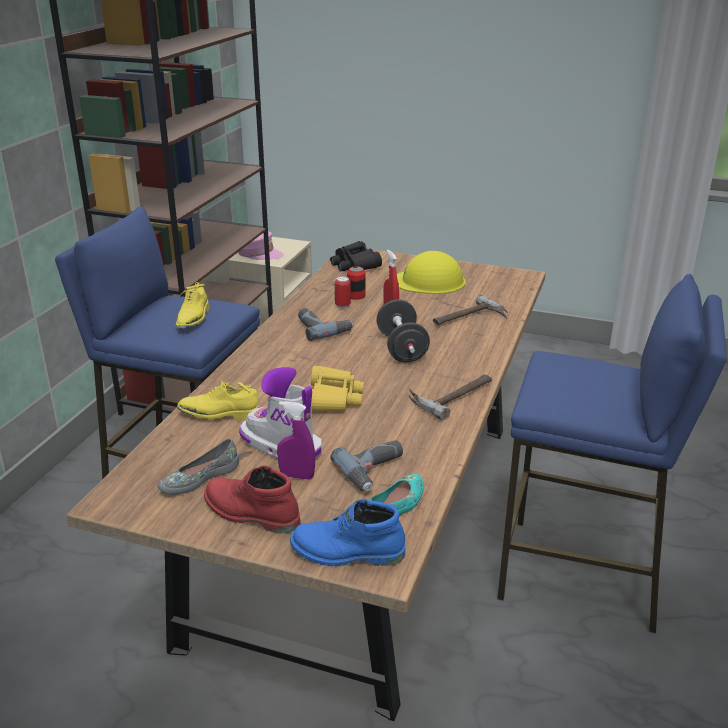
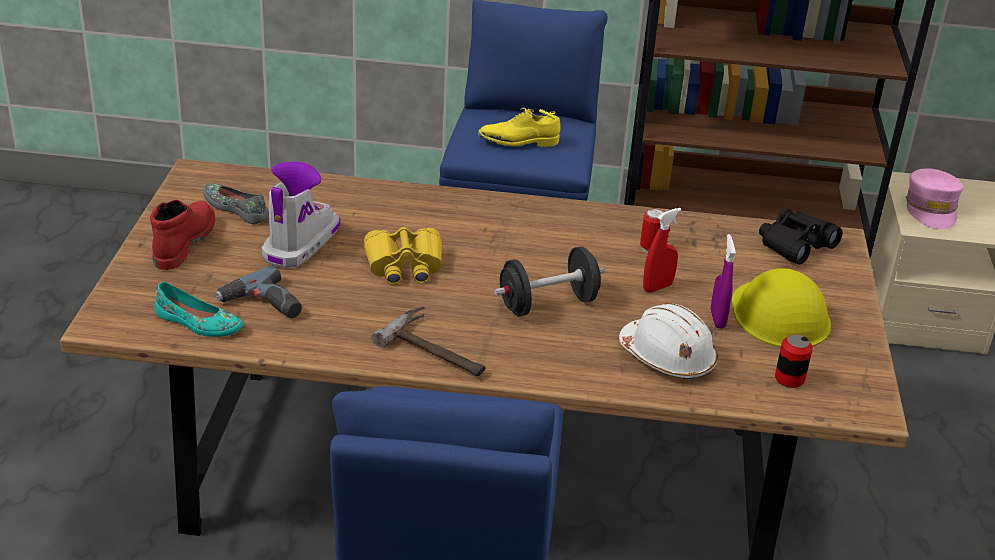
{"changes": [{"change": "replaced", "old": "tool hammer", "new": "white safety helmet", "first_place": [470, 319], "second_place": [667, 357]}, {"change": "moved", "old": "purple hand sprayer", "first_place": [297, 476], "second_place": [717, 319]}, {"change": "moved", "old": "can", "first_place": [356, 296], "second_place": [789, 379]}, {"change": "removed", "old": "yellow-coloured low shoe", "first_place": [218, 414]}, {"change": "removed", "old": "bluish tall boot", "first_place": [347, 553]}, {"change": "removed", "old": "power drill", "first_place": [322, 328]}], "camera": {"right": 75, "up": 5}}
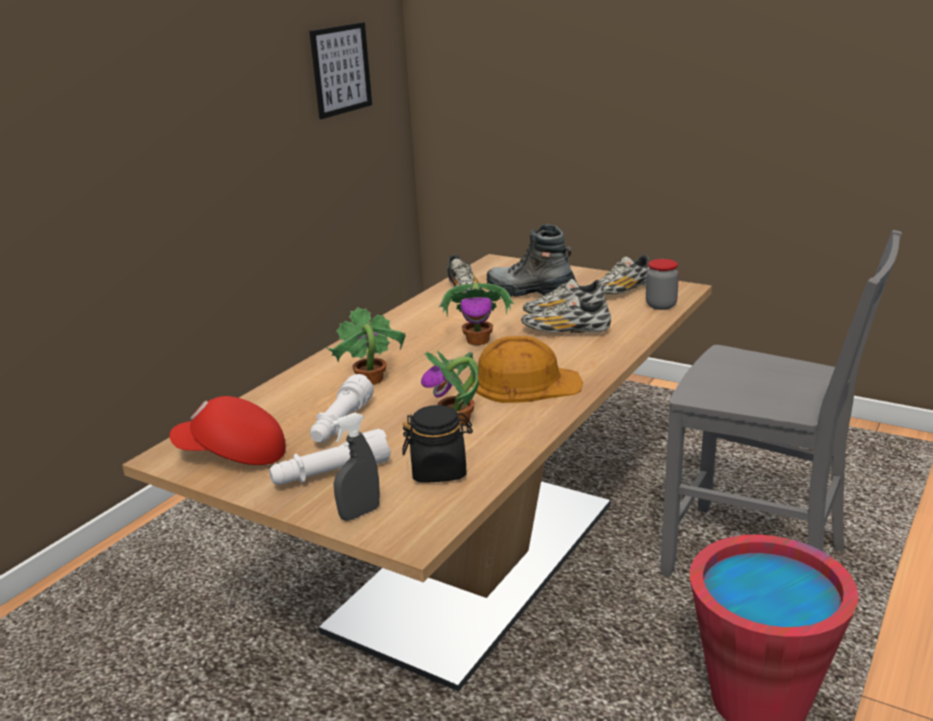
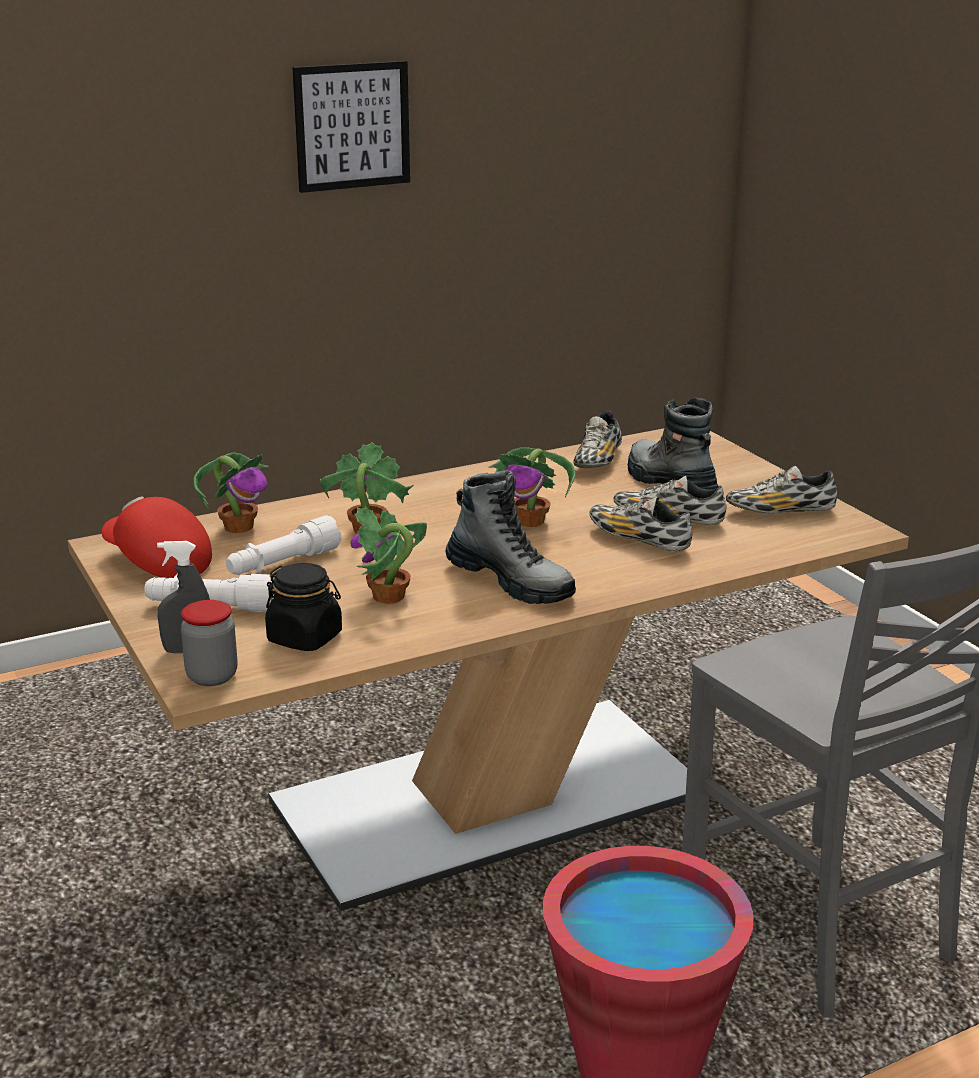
{"changes": [{"change": "moved", "old": "storage jar", "first_place": [661, 305], "second_place": [212, 676]}, {"change": "added", "new": "potted plant", "second_place": [239, 527]}, {"change": "moved", "old": "picture", "first_place": [341, 69], "second_place": [352, 126]}, {"change": "replaced", "old": "orange safety helmet", "new": "tall boot", "first_place": [525, 383], "second_place": [510, 581]}], "camera": {"right": 30, "up": 0}}
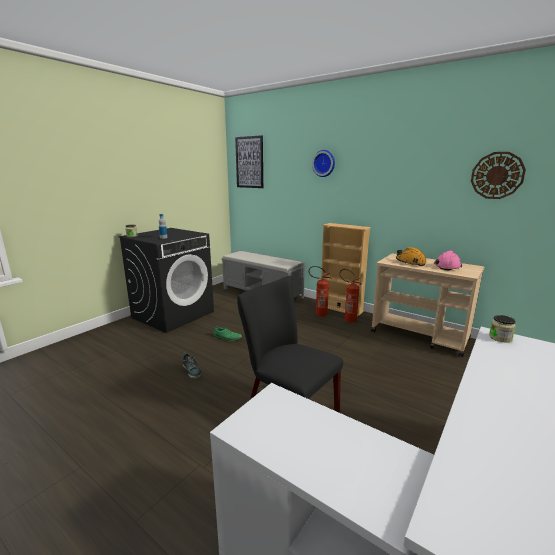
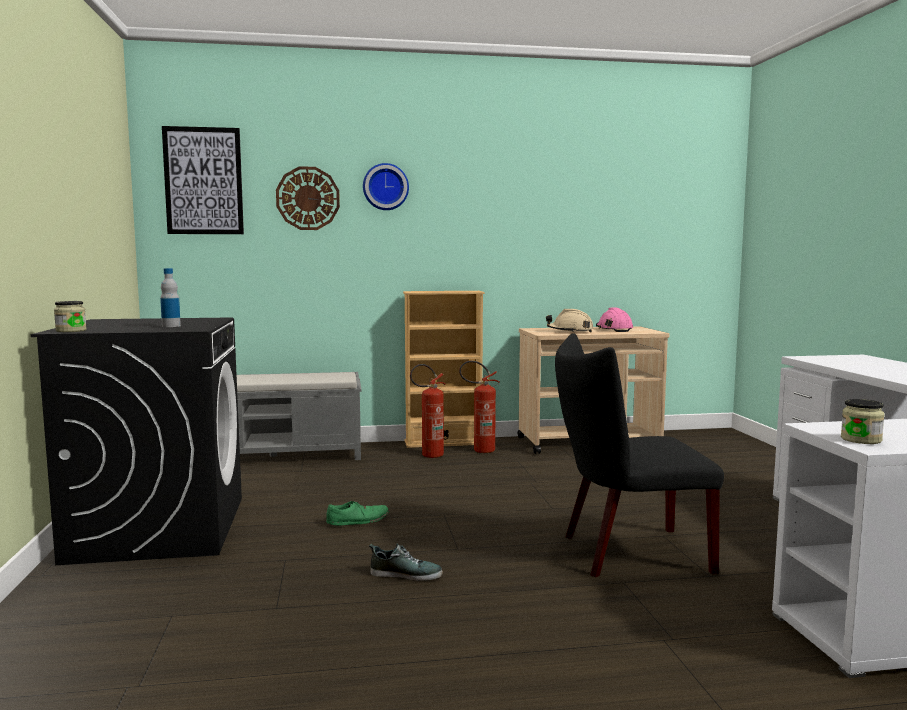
{"changes": [{"change": "moved", "old": "wall clock", "first_place": [497, 175], "second_place": [308, 198]}, {"change": "recoloured", "old": "orange safety helmet", "new": "beige safety helmet", "first_place": [410, 262], "second_place": [570, 331]}, {"change": "moved", "old": "storage jar", "first_place": [500, 338], "second_place": [861, 439]}], "camera": {"right": -45, "up": -10}}
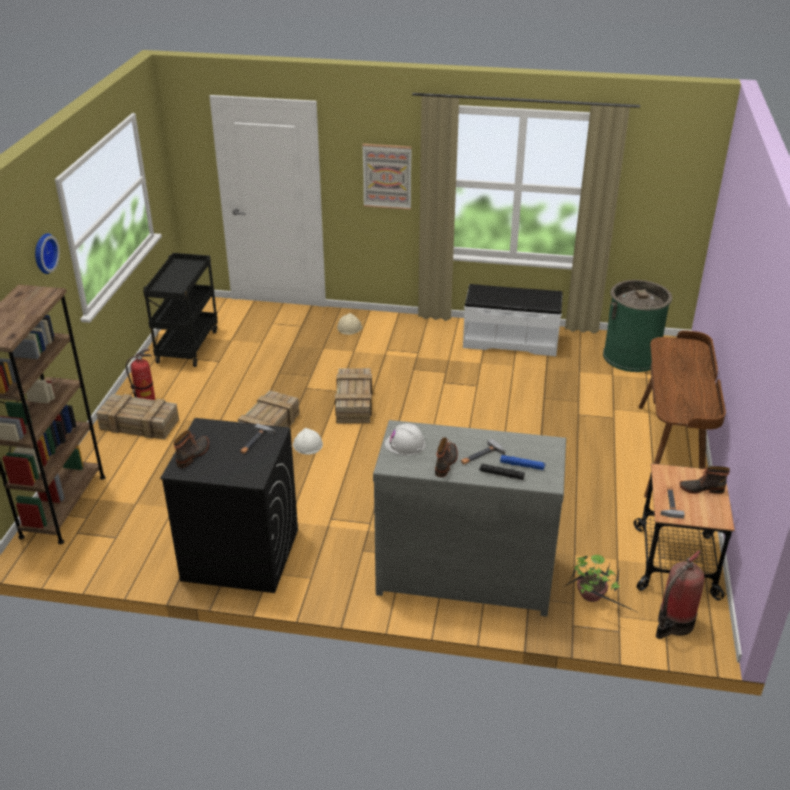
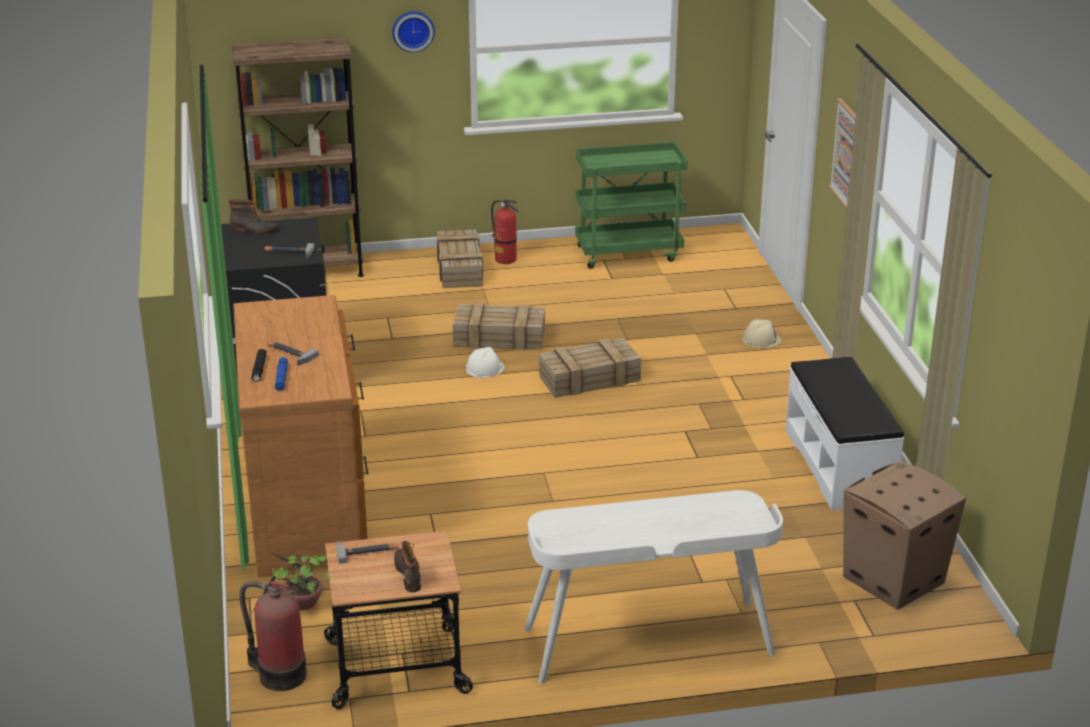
{"changes": [{"change": "recoloured", "old": "gray drawer chest", "new": "brown-coloured drawer chest", "first_place": [464, 573], "second_place": [308, 510]}, {"change": "recoloured", "old": "brown-coloured desk", "new": "white desk", "first_place": [670, 452], "second_place": [648, 643]}, {"change": "recoloured", "old": "black-coloured cart", "new": "green-coloured cart", "first_place": [187, 345], "second_place": [629, 253]}, {"change": "replaced", "old": "green-coloured trash can", "new": "cardboard box", "first_place": [631, 356], "second_place": [892, 580]}, {"change": "removed", "old": "white safety helmet", "first_place": [405, 444]}, {"change": "removed", "old": "tall boot", "first_place": [446, 462]}], "camera": {"right": 70, "up": -5}}
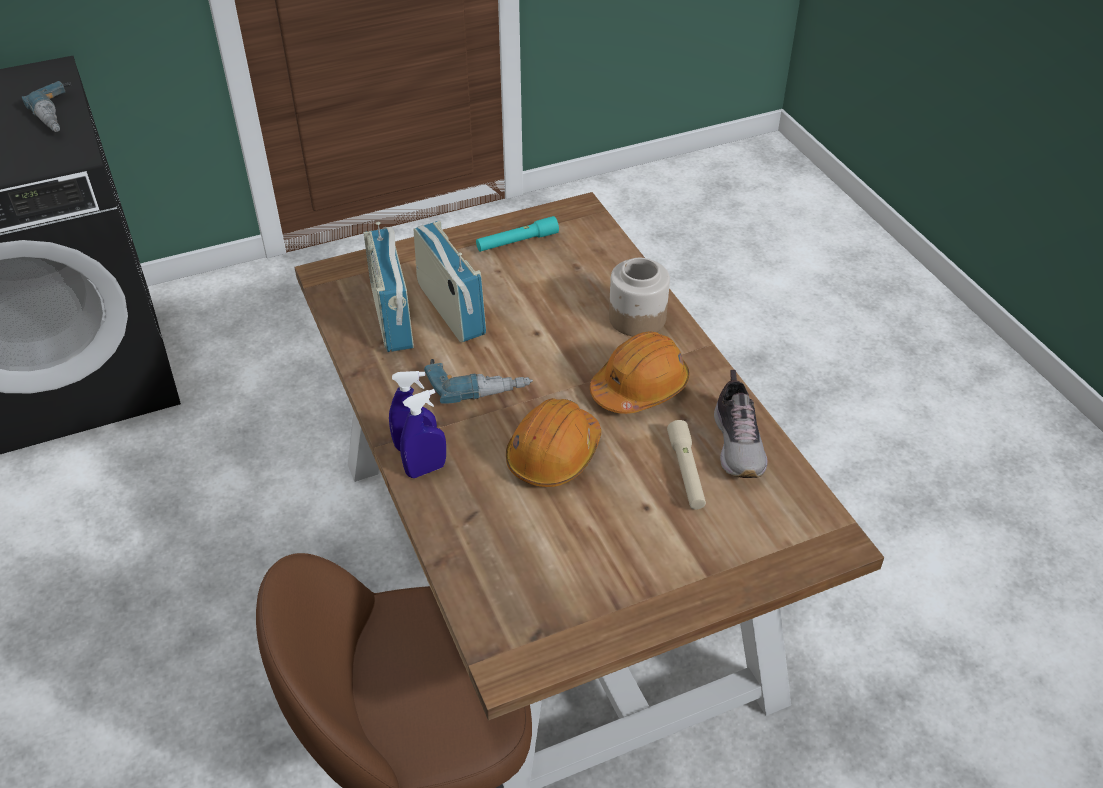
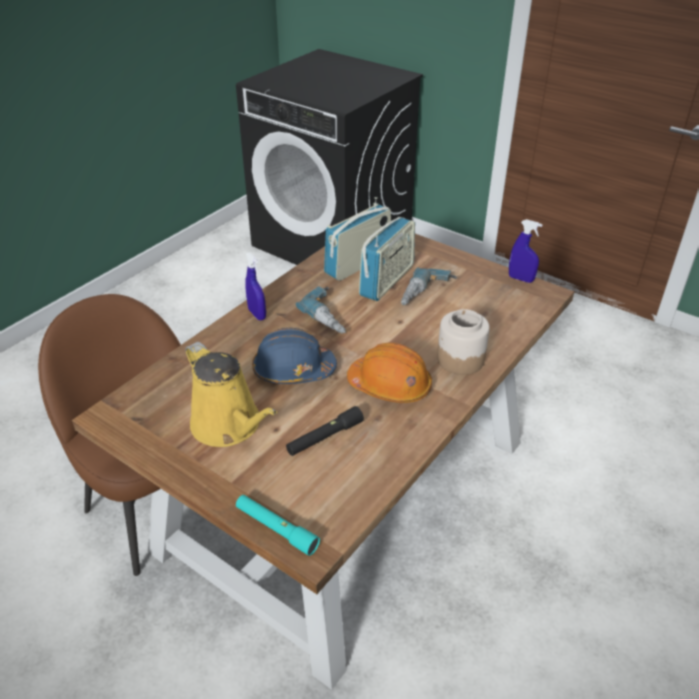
{"changes": [{"change": "added", "new": "yellow-coloured sprinkling can", "second_place": [229, 426]}, {"change": "moved", "old": "blue-green flashlight", "first_place": [517, 241], "second_place": [276, 529]}, {"change": "recoloured", "old": "orange safety helmet", "new": "bluish safety helmet", "first_place": [553, 454], "second_place": [293, 370]}, {"change": "recoloured", "old": "beige flashlight", "new": "black-coloured flashlight", "first_place": [686, 471], "second_place": [325, 437]}, {"change": "moved", "old": "power drill", "first_place": [61, 115], "second_place": [427, 295]}, {"change": "moved", "old": "bluish hand sprayer", "first_place": [426, 469], "second_place": [520, 279]}, {"change": "removed", "old": "low shoe", "first_place": [739, 444]}], "camera": {"right": 60, "up": -5}}
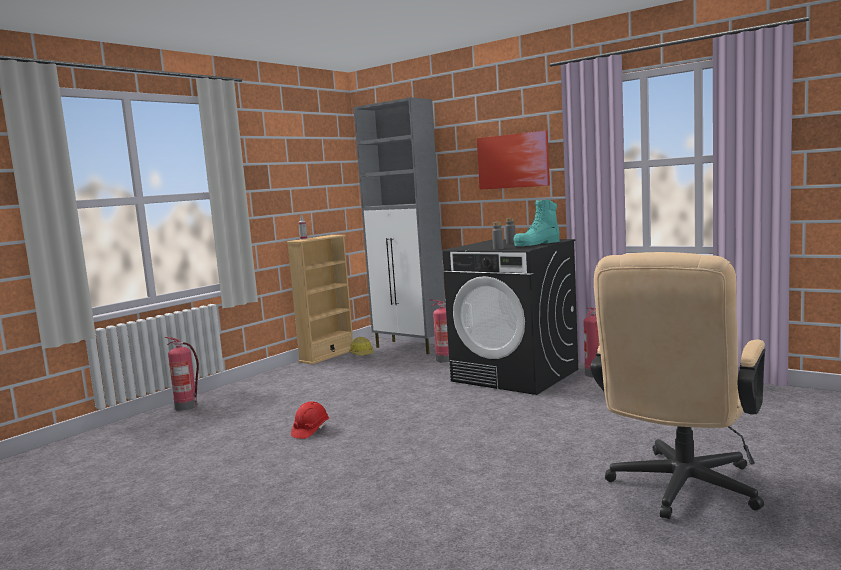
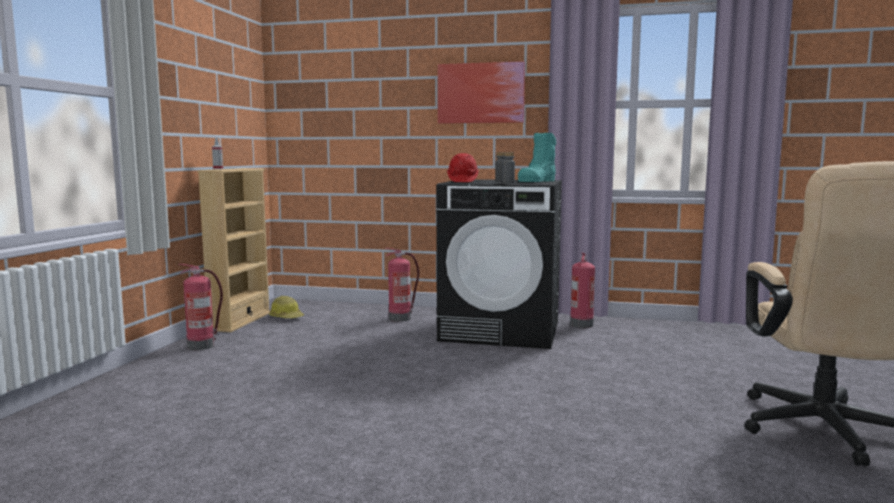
{"changes": [{"change": "moved", "old": "fire extinguisher", "first_place": [187, 406], "second_place": [202, 346]}, {"change": "moved", "old": "red safety helmet", "first_place": [310, 431], "second_place": [462, 181]}, {"change": "removed", "old": "gray storage cabinet", "first_place": [410, 347]}], "camera": {"right": -25, "up": 0}}
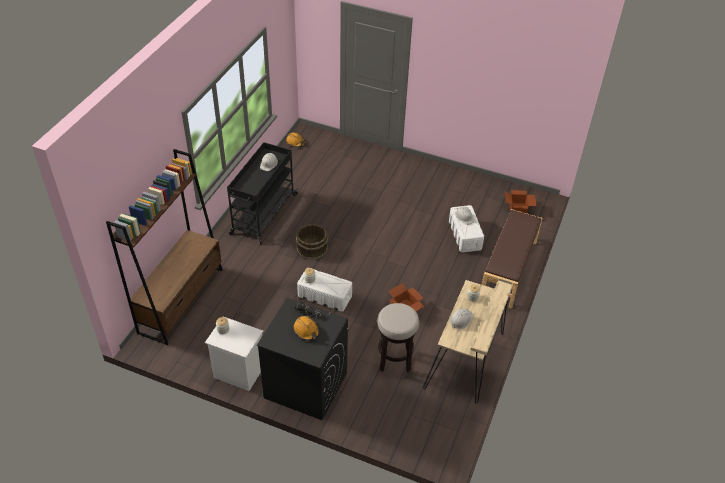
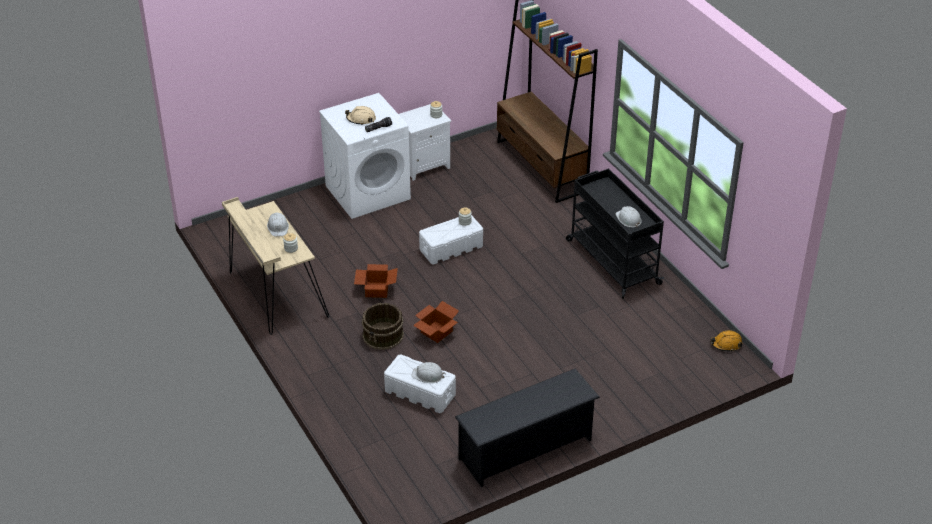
{"changes": [{"change": "recoloured", "old": "black-coloured washing machine", "new": "white washing machine", "first_place": [305, 385], "second_place": [368, 192]}, {"change": "recoloured", "old": "orange safety helmet", "new": "beige safety helmet", "first_place": [306, 330], "second_place": [361, 119]}, {"change": "moved", "old": "brown-coloured pail", "first_place": [312, 248], "second_place": [383, 335]}, {"change": "moved", "old": "cardboard box", "first_place": [518, 209], "second_place": [435, 332]}, {"change": "added", "new": "black-coloured shoe shelf", "second_place": [526, 449]}, {"change": "removed", "old": "stool seat", "first_place": [394, 359]}, {"change": "removed", "old": "brown-coloured bench", "first_place": [509, 269]}], "camera": {"right": 130, "up": -5}}
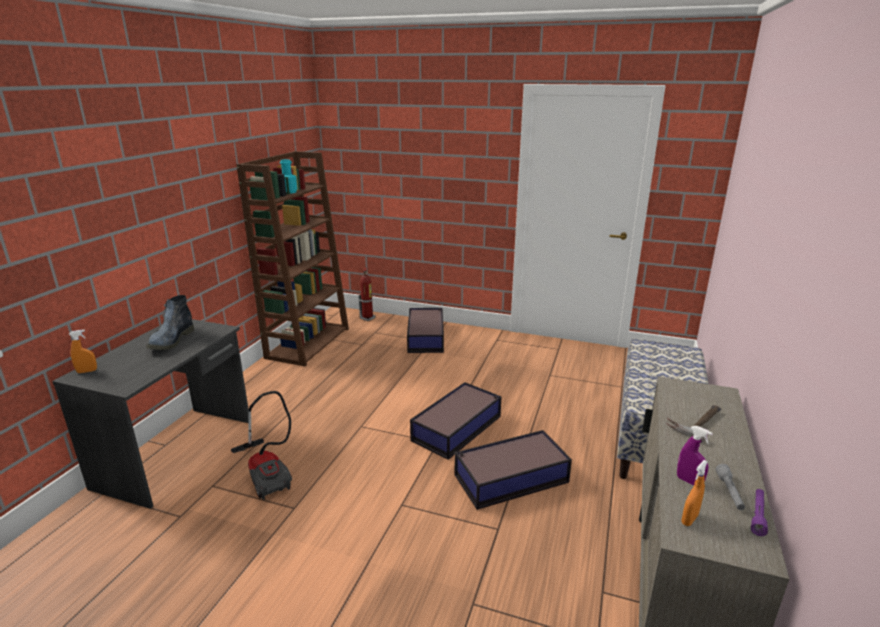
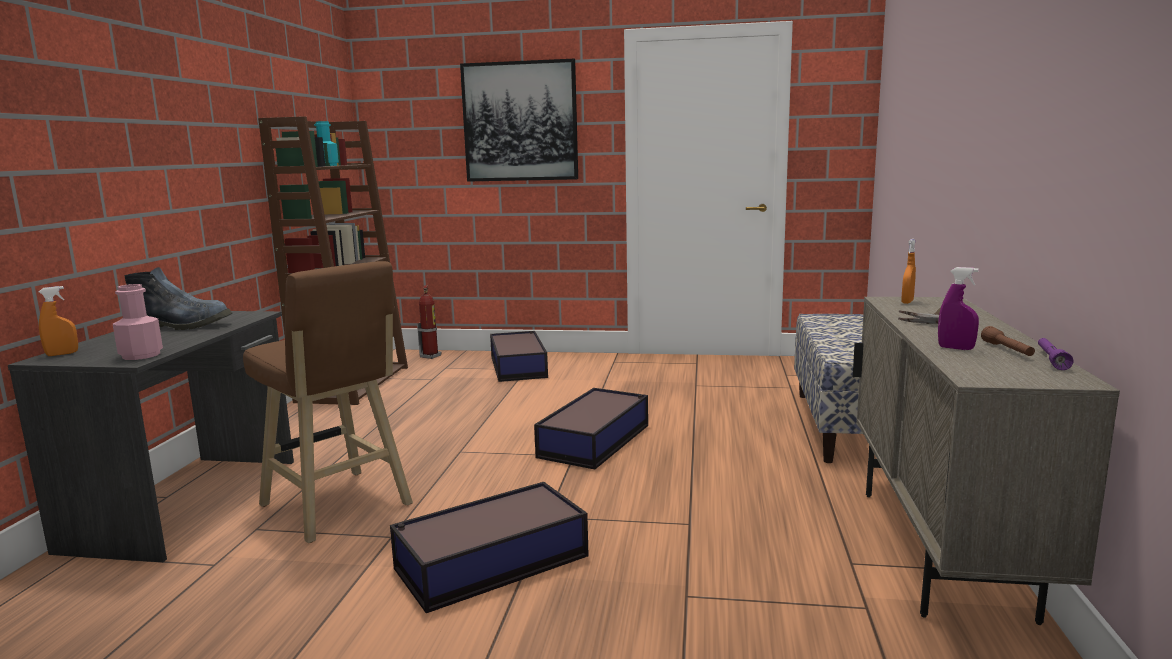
{"changes": [{"change": "added", "new": "pink bottle", "second_place": [141, 355]}, {"change": "turned", "old": "tall boot", "first_place": [171, 341], "second_place": [184, 326], "degrees": -90}, {"change": "replaced", "old": "hoover", "new": "brown-coloured stool seat", "first_place": [268, 473], "second_place": [338, 507]}, {"change": "moved", "old": "storage box", "first_place": [509, 478], "second_place": [489, 562]}, {"change": "added", "new": "picture", "second_place": [520, 122]}, {"change": "moved", "old": "orange hand sprayer", "first_place": [689, 519], "second_place": [907, 302]}, {"change": "recoloured", "old": "gray flashlight", "new": "brown-coloured flashlight", "first_place": [729, 492], "second_place": [1007, 350]}], "camera": {"right": -10, "up": -10}}
